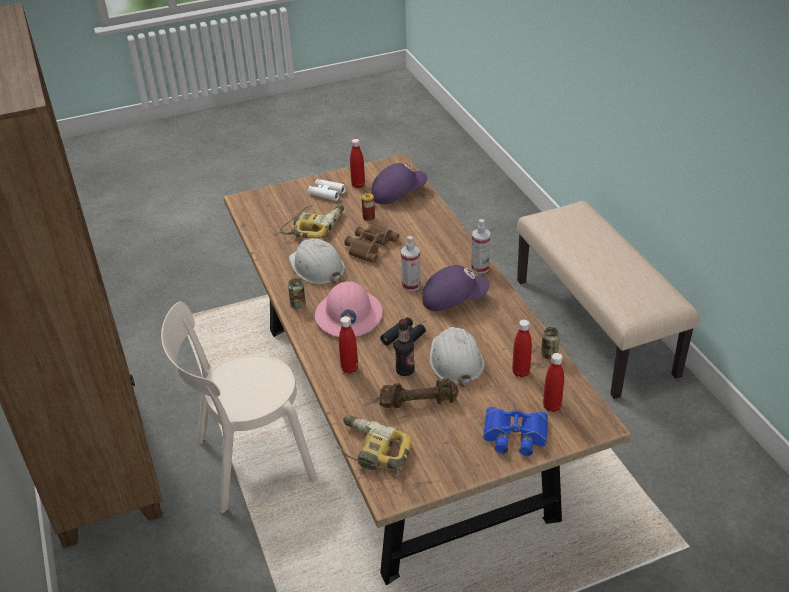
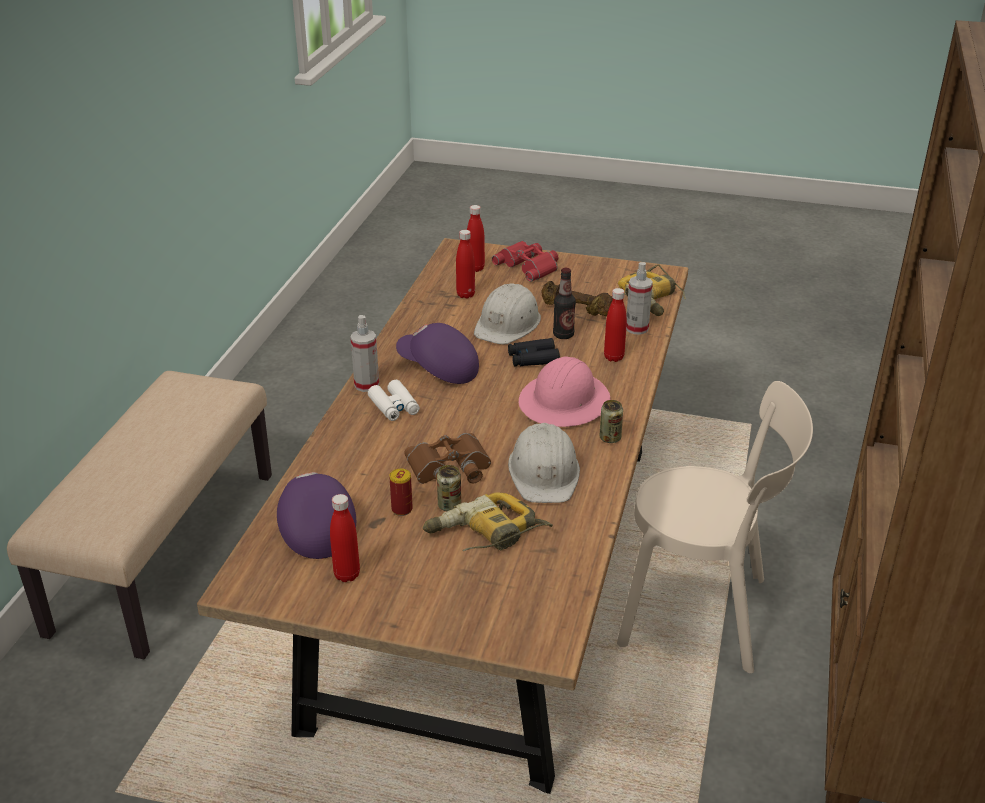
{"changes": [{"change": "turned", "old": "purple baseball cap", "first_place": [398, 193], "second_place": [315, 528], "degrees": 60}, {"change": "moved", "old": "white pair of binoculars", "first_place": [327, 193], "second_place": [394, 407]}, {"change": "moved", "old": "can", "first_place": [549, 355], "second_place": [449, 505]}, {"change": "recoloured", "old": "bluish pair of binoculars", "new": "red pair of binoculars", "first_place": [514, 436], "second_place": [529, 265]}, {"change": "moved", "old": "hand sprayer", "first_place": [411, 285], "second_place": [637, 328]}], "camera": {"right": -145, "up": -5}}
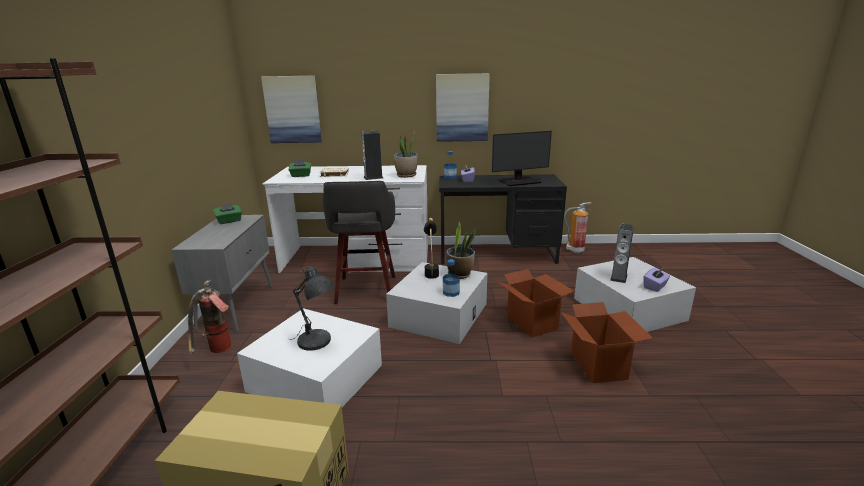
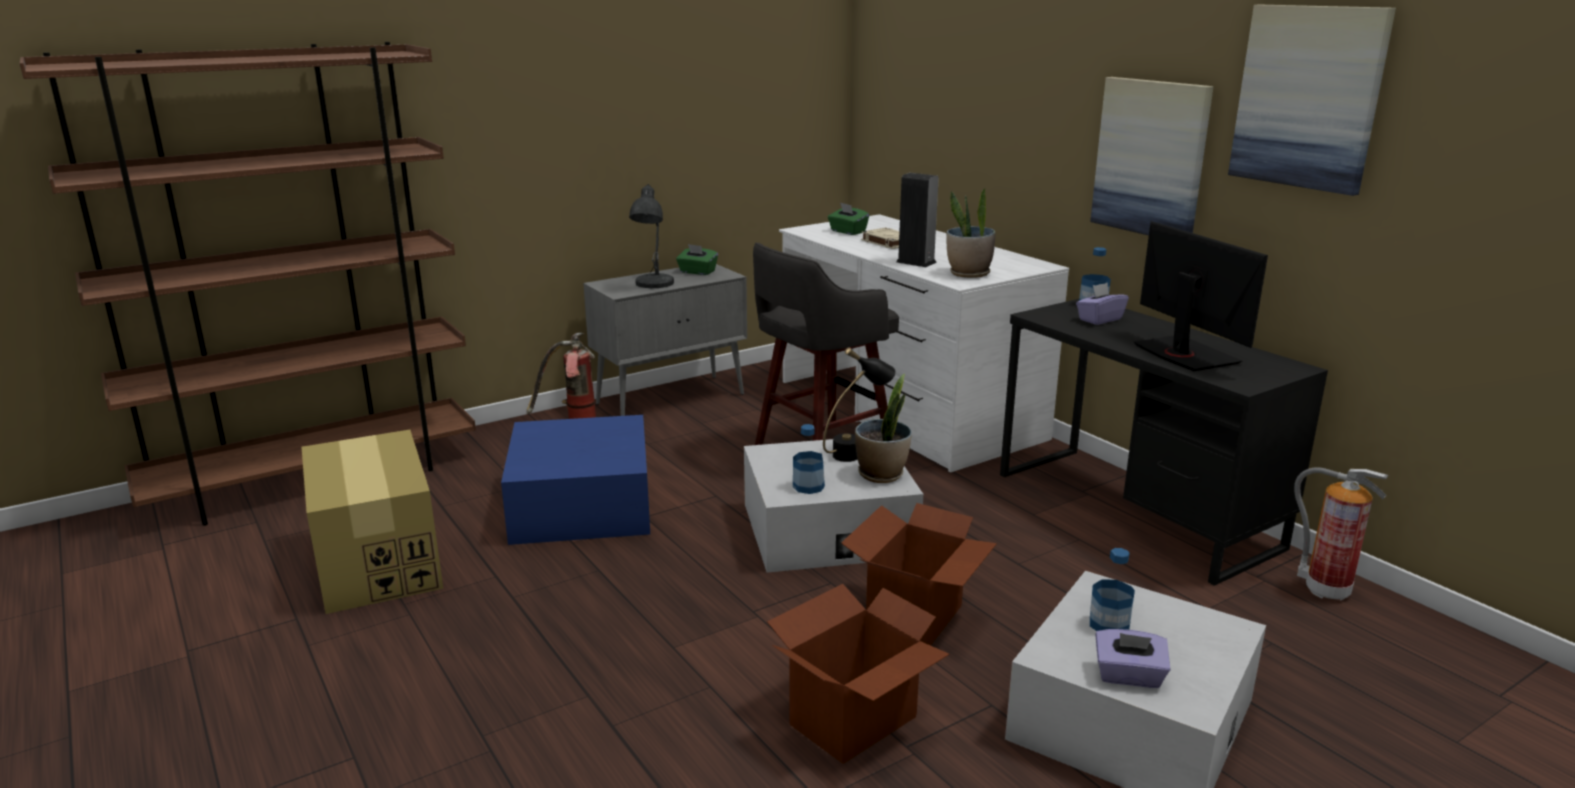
{"changes": [{"change": "recoloured", "old": "white storage box", "new": "bluish storage box", "first_place": [315, 378], "second_place": [581, 504]}, {"change": "moved", "old": "gray tabletop lamp", "first_place": [316, 343], "second_place": [653, 284]}, {"change": "replaced", "old": "speaker", "new": "bottle", "first_place": [618, 277], "second_place": [1109, 624]}, {"change": "turned", "old": "monitor", "first_place": [519, 181], "second_place": [1184, 354], "degrees": -150}, {"change": "moved", "old": "picture", "first_place": [293, 109], "second_place": [1308, 97]}], "camera": {"right": 55, "up": 0}}
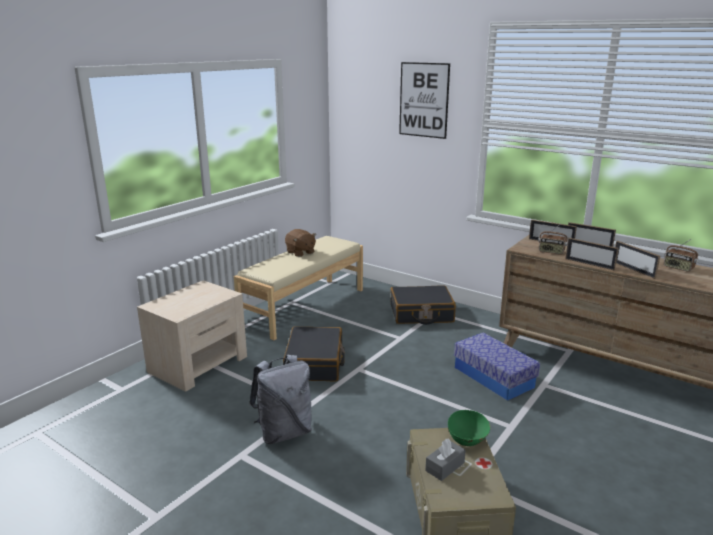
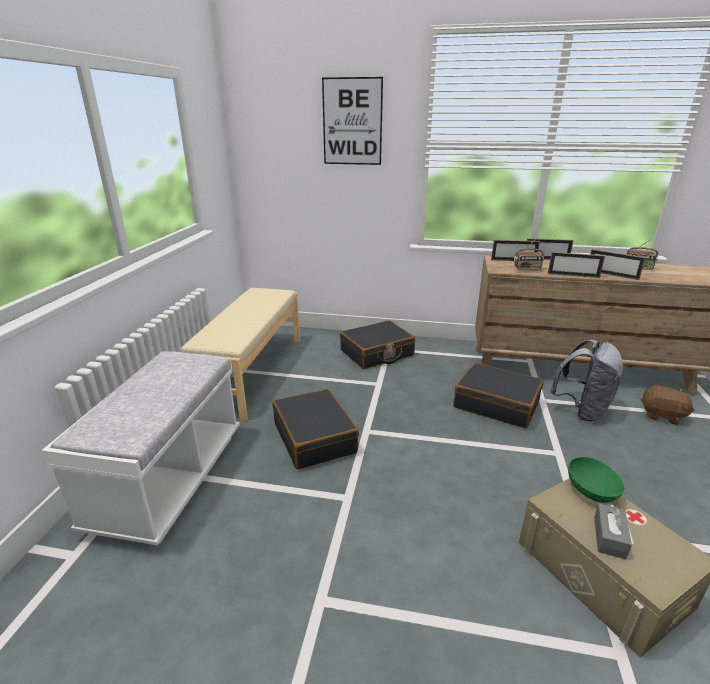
{"changes": [{"change": "replaced", "old": "beige bedside table", "new": "white bench", "first_place": [198, 364], "second_place": [169, 479]}, {"change": "replaced", "old": "storage box", "new": "black-coloured piece of luggage", "first_place": [493, 377], "second_place": [496, 404]}, {"change": "moved", "old": "gray rucksack", "first_place": [284, 432], "second_place": [581, 410]}, {"change": "moved", "old": "brown-coloured plush toy", "first_place": [300, 252], "second_place": [661, 415]}], "camera": {"right": -25, "up": 5}}
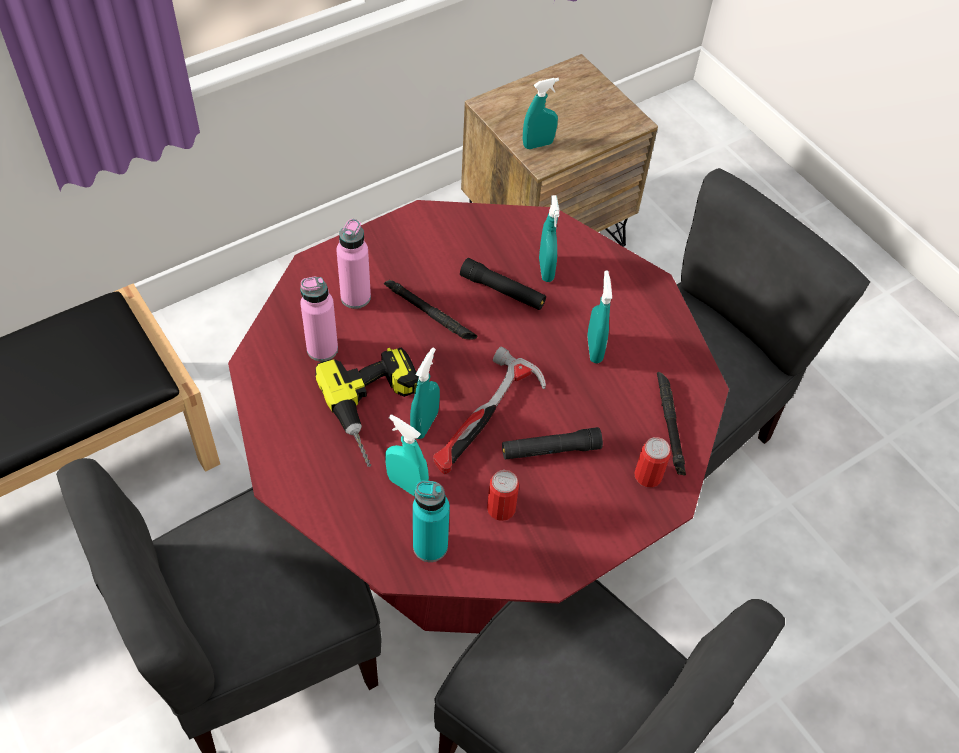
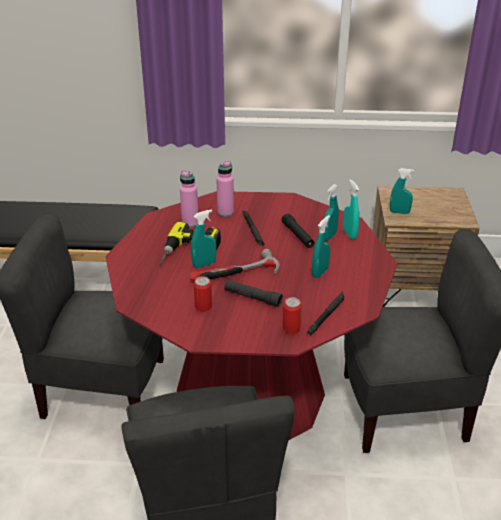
{"changes": [{"change": "moved", "old": "blue-green hand sprayer", "first_place": [407, 485], "second_place": [349, 234]}, {"change": "removed", "old": "blue-green bottle", "first_place": [430, 546]}], "camera": {"right": 40, "up": -20}}
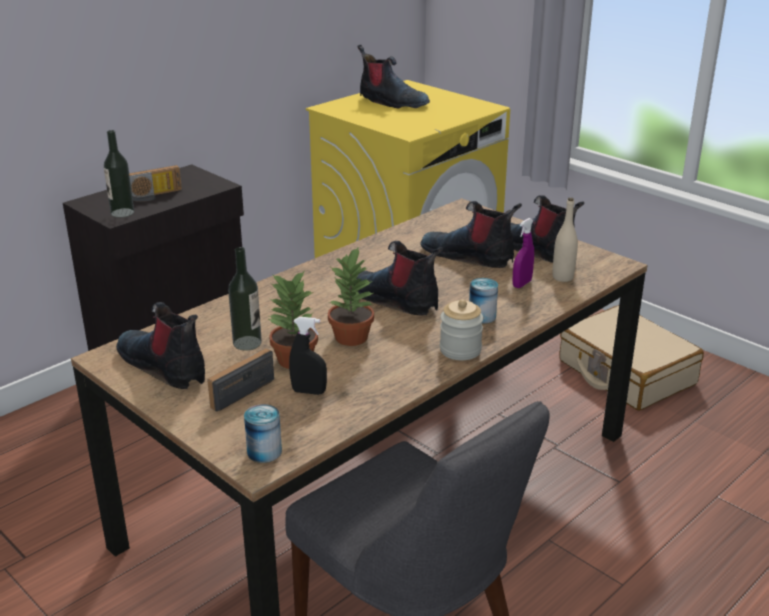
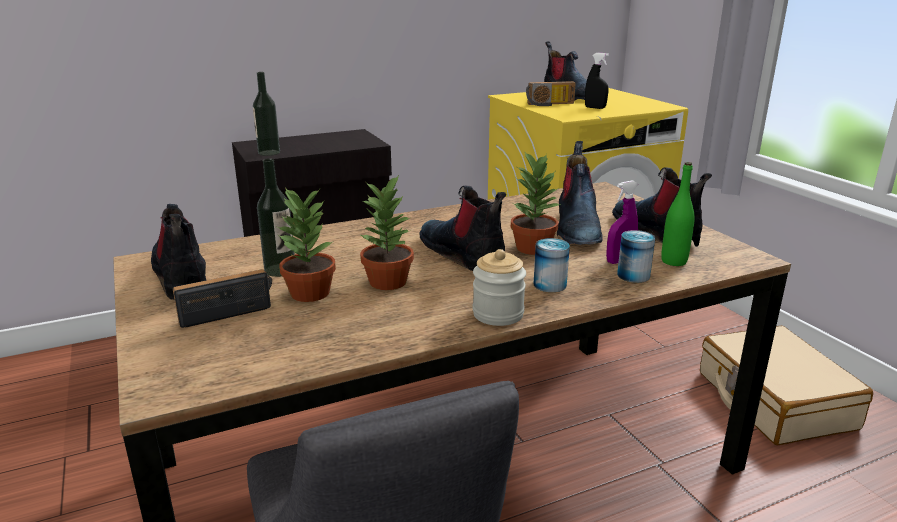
{"changes": [{"change": "added", "new": "potted plant", "second_place": [533, 247]}, {"change": "moved", "old": "radio", "first_place": [154, 196], "second_place": [550, 104]}, {"change": "turned", "old": "tall boot", "first_place": [469, 256], "second_place": [576, 228], "degrees": -135}, {"change": "moved", "old": "black-coloured hand sprayer", "first_place": [309, 391], "second_place": [595, 108]}, {"change": "moved", "old": "can", "first_place": [264, 452], "second_place": [633, 275]}, {"change": "recoloured", "old": "beige bottle", "new": "green-coloured bottle", "first_place": [562, 277], "second_place": [673, 261]}], "camera": {"right": 20, "up": -5}}
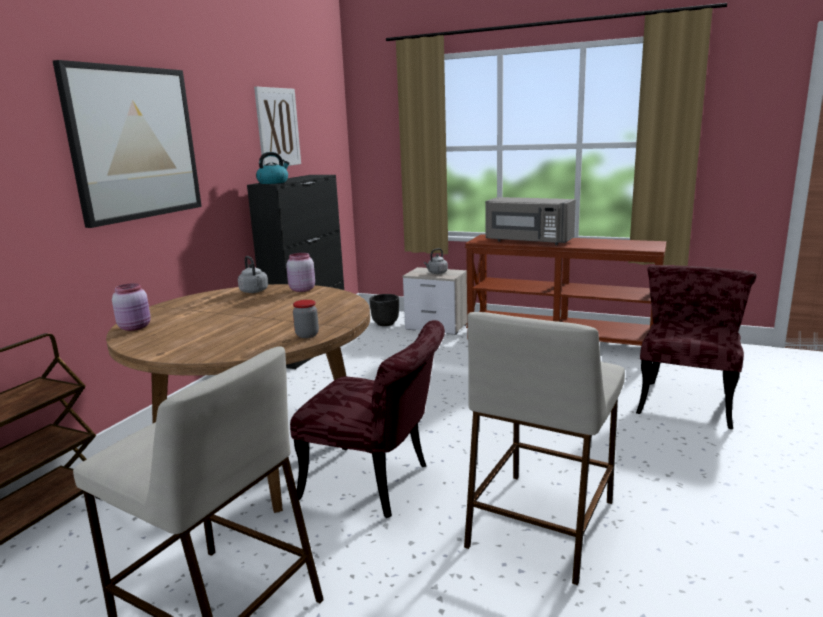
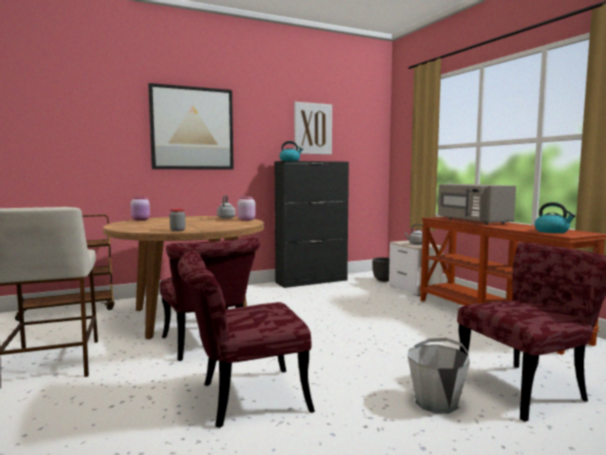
{"changes": [{"change": "replaced", "old": "beige stool seat", "new": "red chair", "first_place": [541, 521], "second_place": [242, 399]}, {"change": "added", "new": "gray pail", "second_place": [436, 402]}, {"change": "added", "new": "water kettle", "second_place": [552, 231]}], "camera": {"right": 40, "up": -10}}
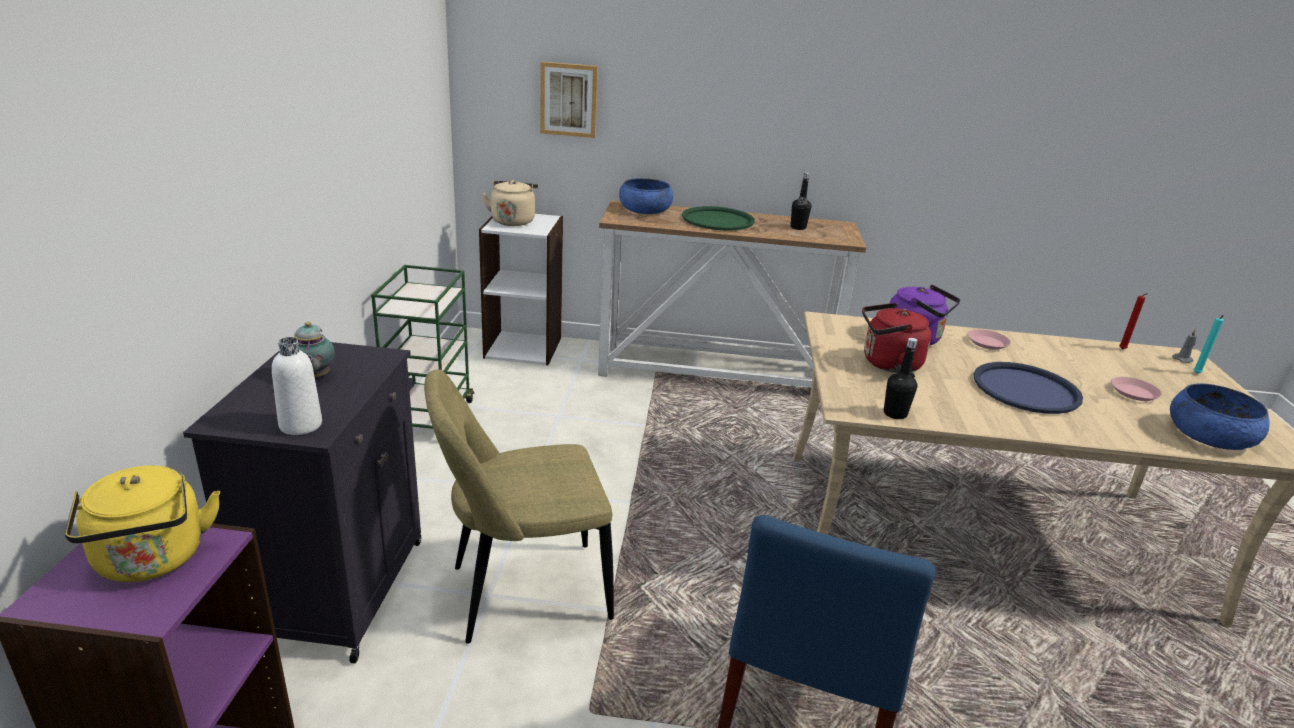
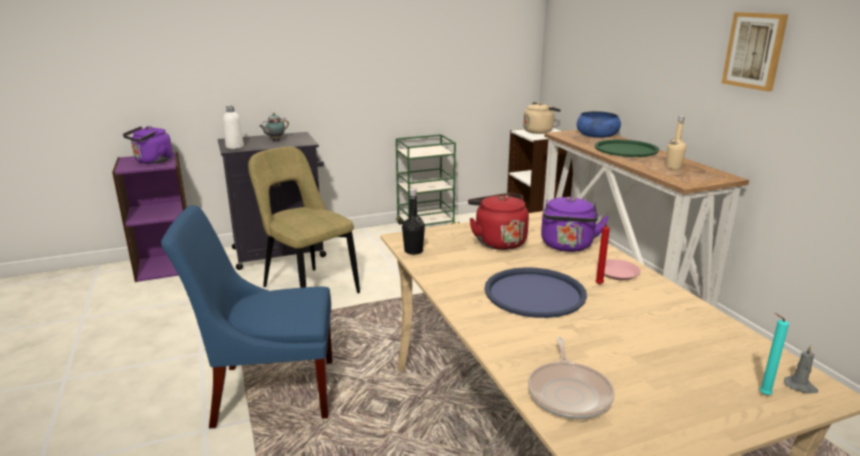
{"changes": [{"change": "recoloured", "old": "yellow-coloured water kettle", "new": "purple water kettle", "first_place": [152, 561], "second_place": [152, 161]}, {"change": "replaced", "old": "bluish bowl", "new": "skillet", "first_place": [1210, 435], "second_place": [569, 393]}, {"change": "moved", "old": "red wax candle", "first_place": [1123, 350], "second_place": [598, 284]}, {"change": "recoloured", "old": "black-coloured bottle", "new": "beige bottle", "first_place": [798, 227], "second_place": [673, 167]}, {"change": "moved", "old": "picture", "first_place": [569, 99], "second_place": [754, 50]}, {"change": "removed", "old": "pink plate", "first_place": [1133, 392]}], "camera": {"right": 65, "up": -5}}
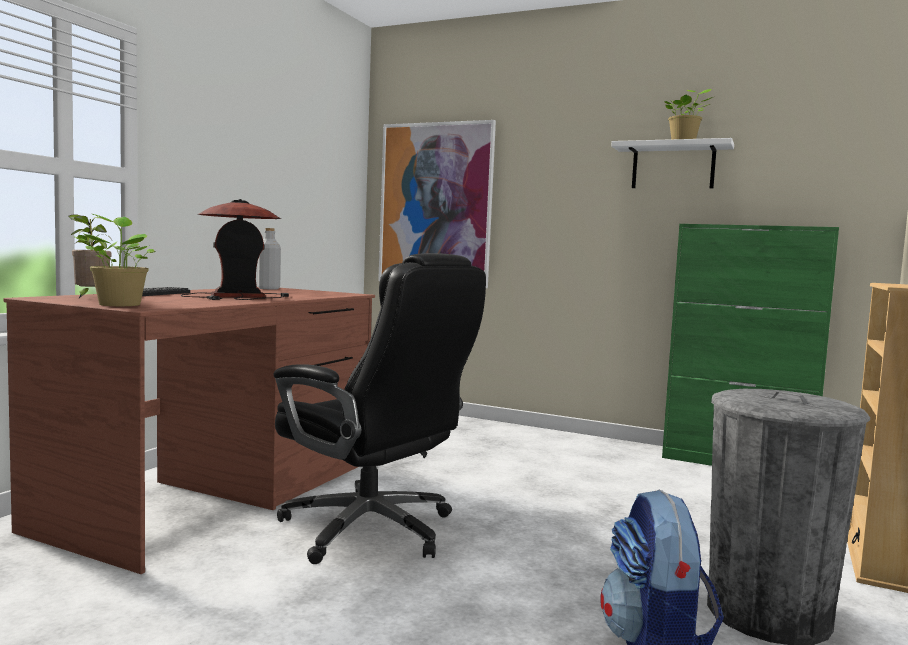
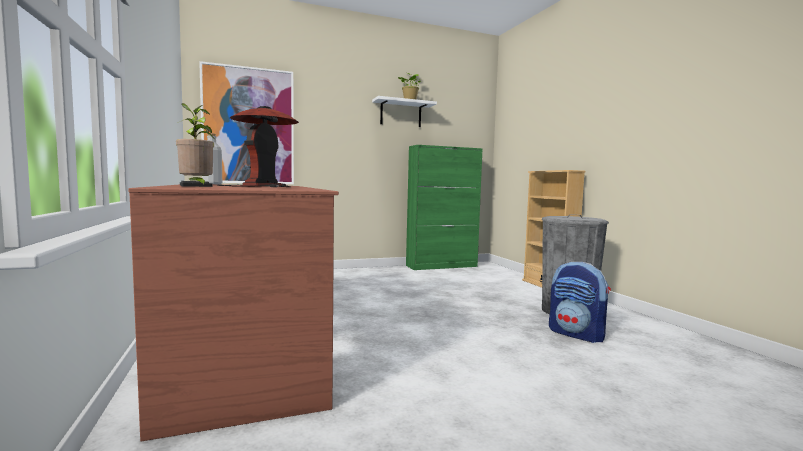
{"changes": [{"change": "removed", "old": "potted plant", "first_place": [119, 304]}, {"change": "removed", "old": "black-coloured computer chair", "first_place": [372, 530]}], "camera": {"right": -45, "up": 0}}
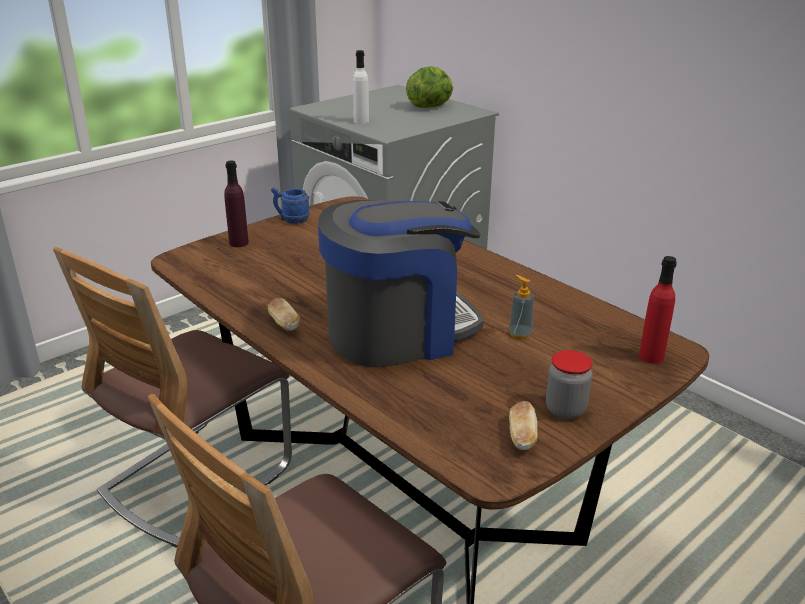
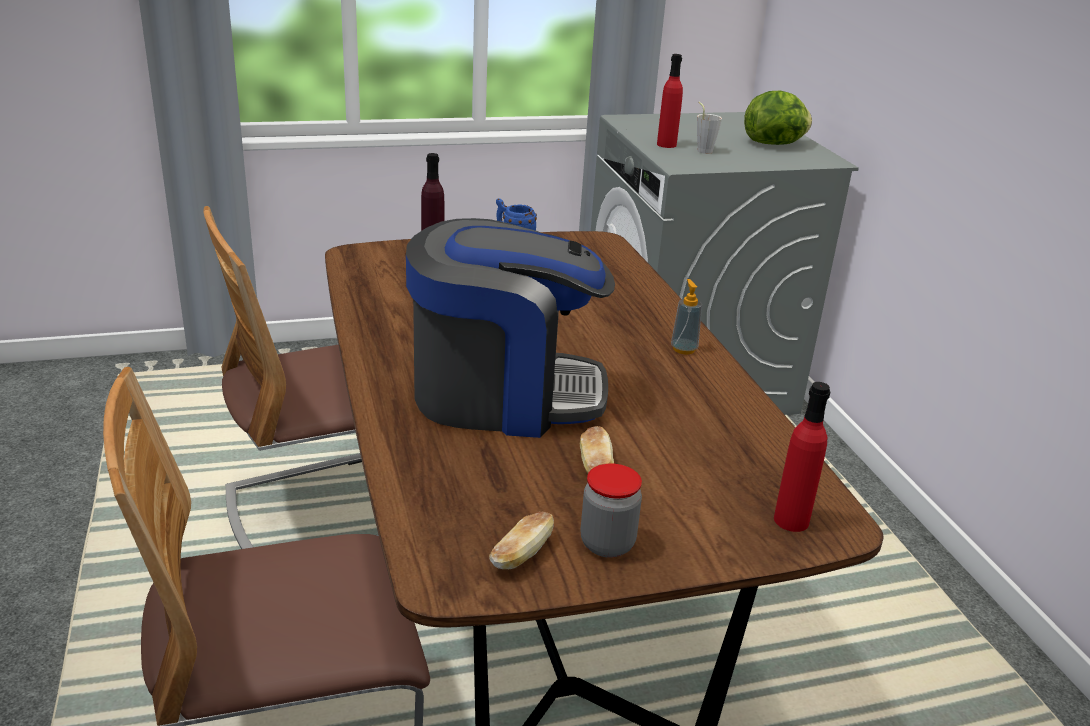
{"changes": [{"change": "moved", "old": "bread", "first_place": [284, 324], "second_place": [595, 466]}, {"change": "recoloured", "old": "white bottle", "new": "red bottle", "first_place": [361, 121], "second_place": [666, 145]}, {"change": "moved", "old": "liquid soap bottle", "first_place": [520, 334], "second_place": [683, 349]}, {"change": "added", "new": "gray cup", "second_place": [703, 150]}], "camera": {"right": 25, "up": 0}}
